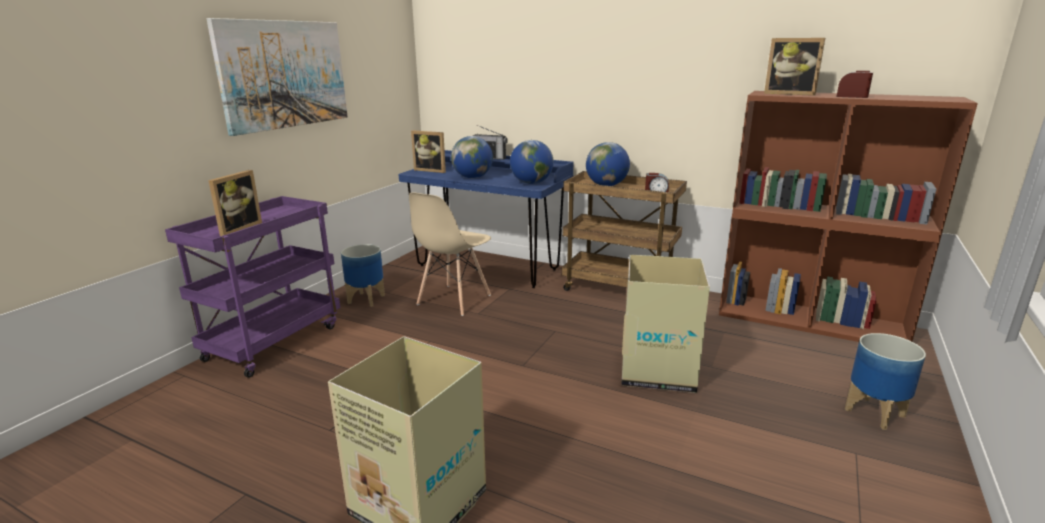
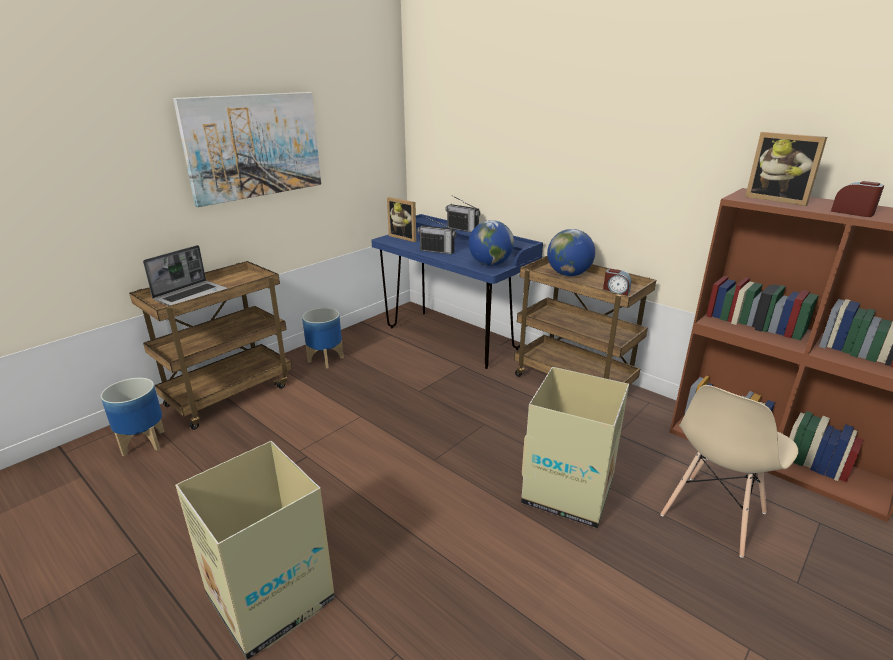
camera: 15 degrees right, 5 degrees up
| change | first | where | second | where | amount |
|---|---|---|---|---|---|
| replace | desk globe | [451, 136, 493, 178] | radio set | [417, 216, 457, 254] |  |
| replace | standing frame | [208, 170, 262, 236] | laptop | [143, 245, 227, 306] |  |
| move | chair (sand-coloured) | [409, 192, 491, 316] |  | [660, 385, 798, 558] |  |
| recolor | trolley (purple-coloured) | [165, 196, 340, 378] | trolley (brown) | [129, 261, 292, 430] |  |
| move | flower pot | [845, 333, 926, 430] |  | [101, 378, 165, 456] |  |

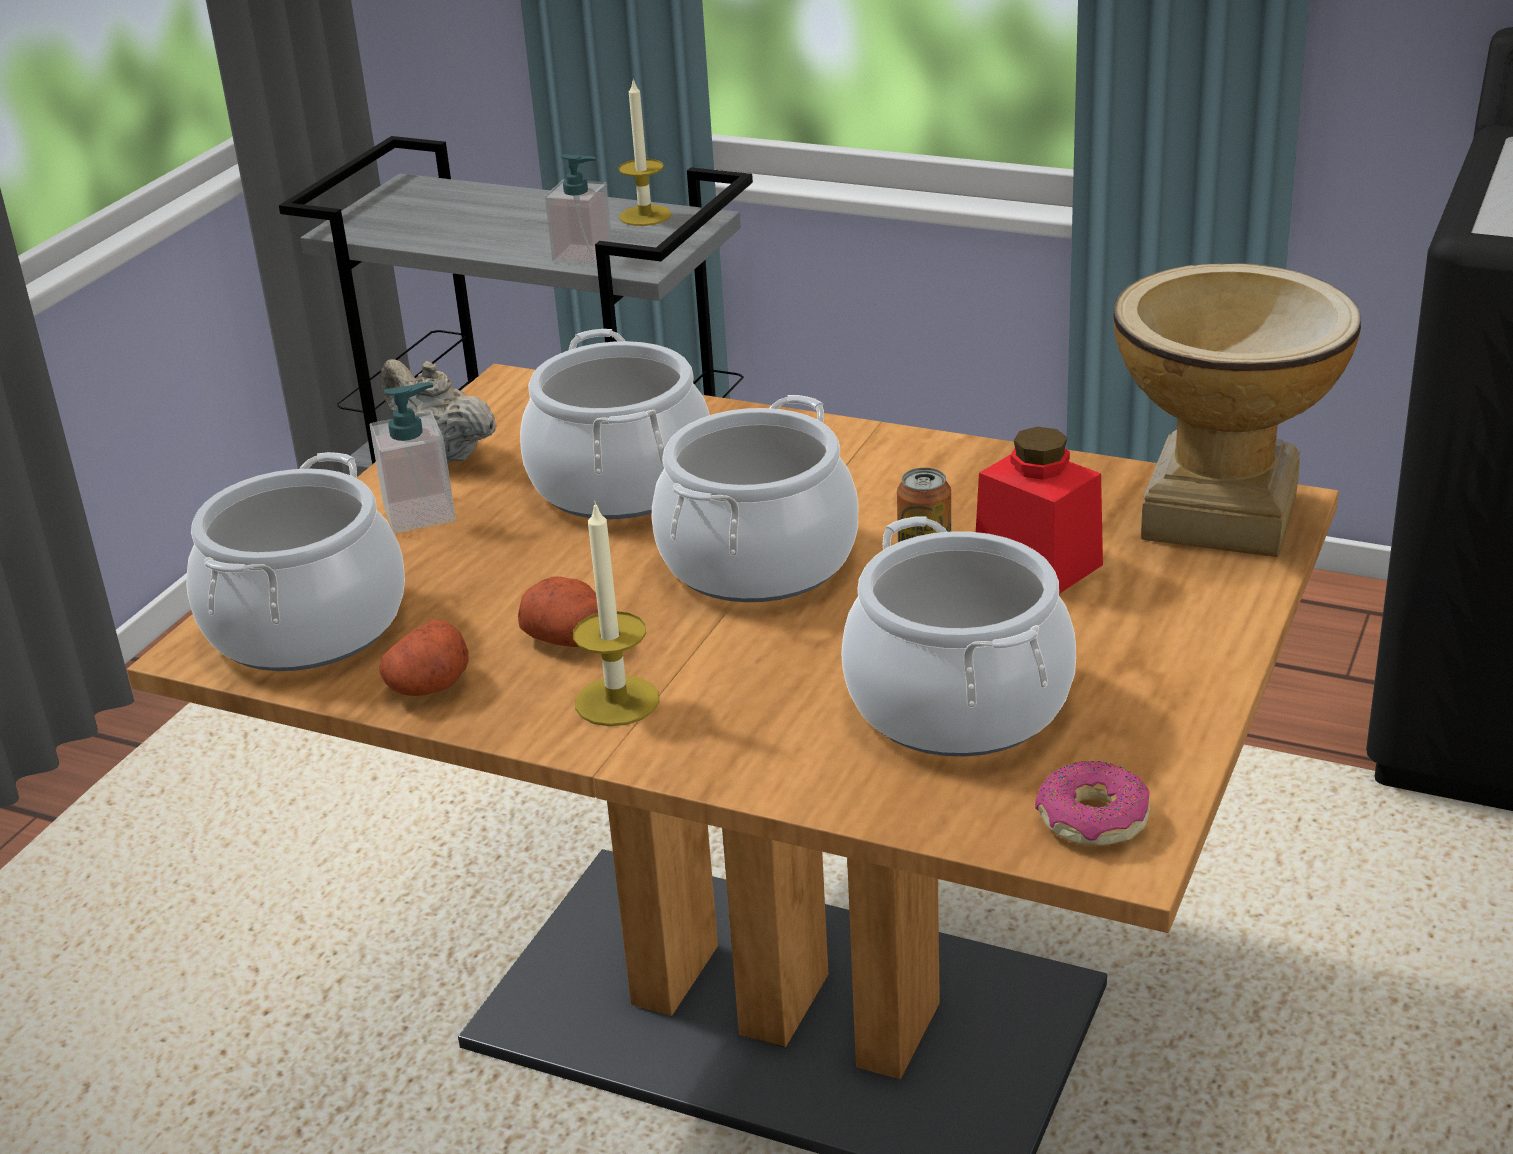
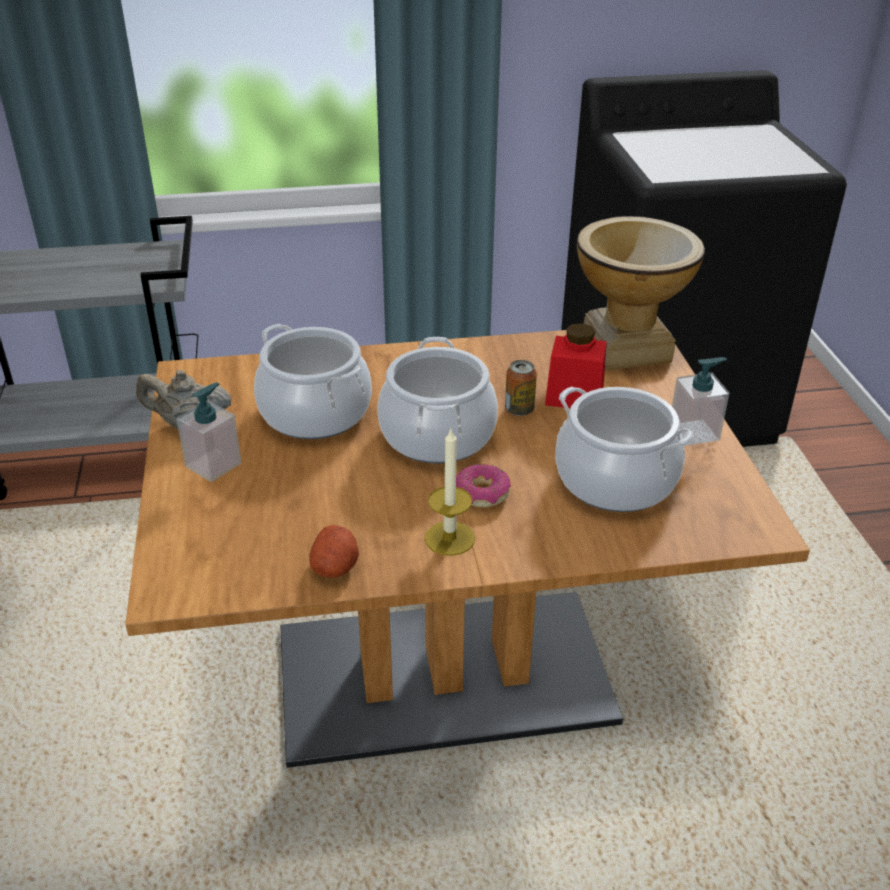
camera: 35 degrees left, 5 degrees up
| change | first | where | second | where | amount |
|---|---|---|---|---|---|
| delete | candle | [619, 79, 672, 226] |  |  |  |
| move | soap dispenser | [545, 154, 612, 266] |  | [672, 357, 729, 446] |  |
| delete | cooking pot | [186, 452, 405, 671] |  |  |  |
| delete | spud | [518, 576, 598, 647] |  |  |  |
| move | doughnut | [1035, 761, 1150, 846] |  | [456, 464, 511, 508] |  |

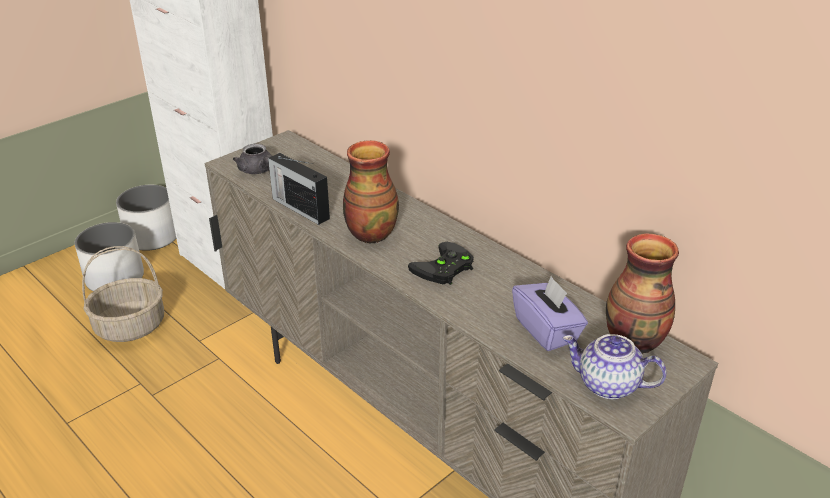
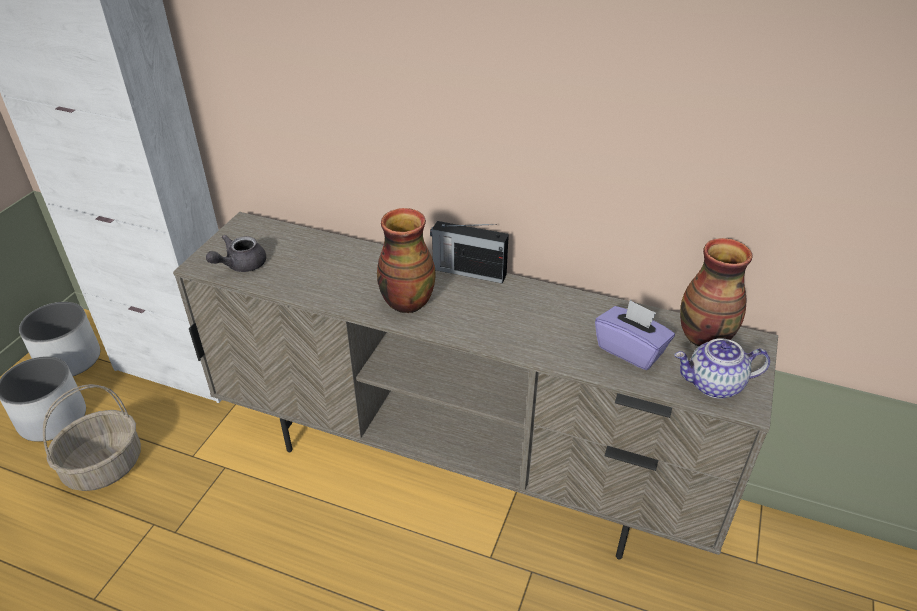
camera: 25 degrees left, 5 degrees up
| change | first | where | second | where | amount |
|---|---|---|---|---|---|
| rotate | pot for tea (gray) | [233, 144, 272, 174] |  | [206, 235, 266, 272] | 105 degrees clockwise |
| move | radio set | [268, 153, 330, 225] |  | [430, 221, 509, 284] |  |
| delete | gamepad (black) | [408, 242, 474, 285] |  |  |  |

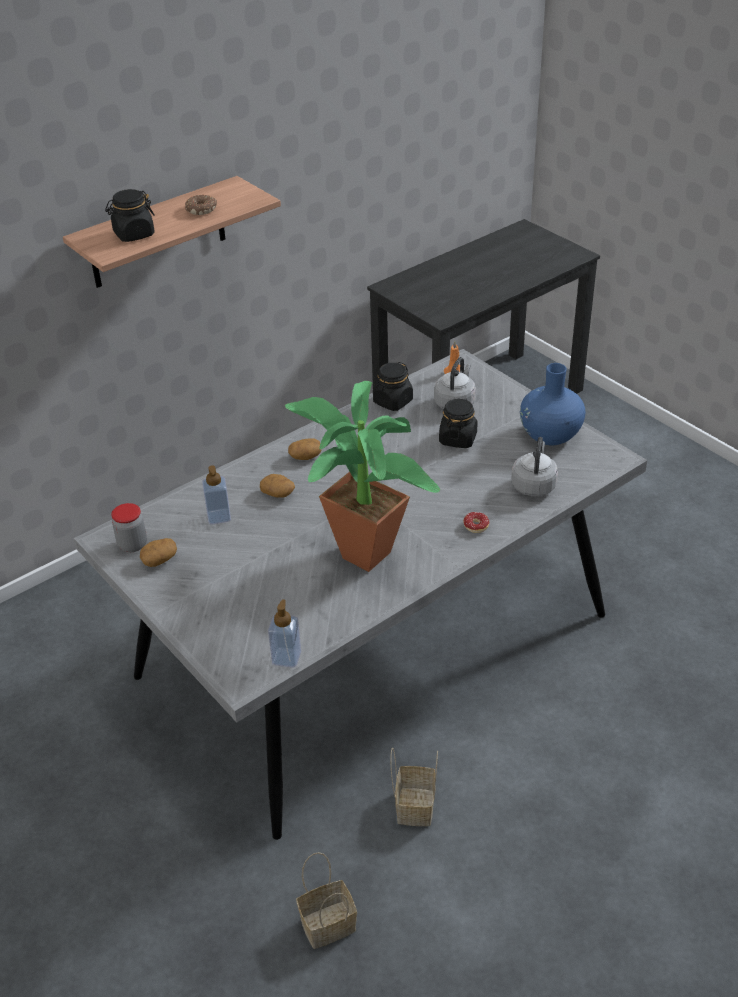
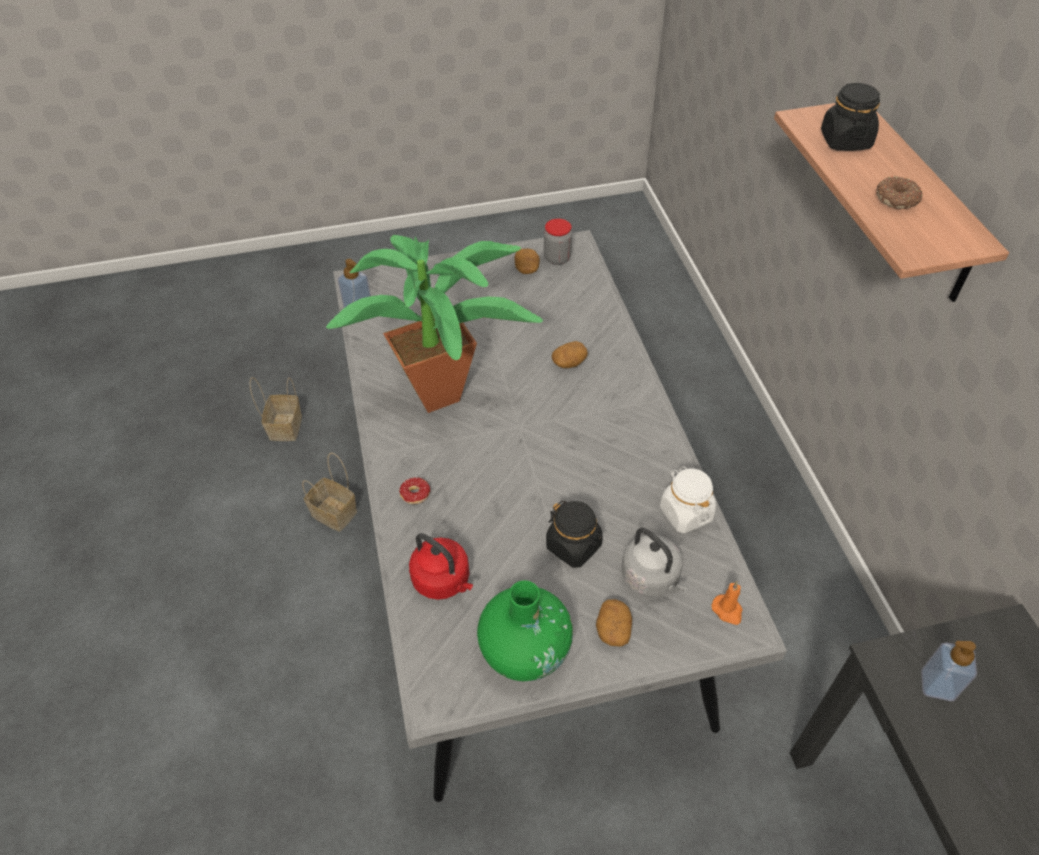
camera: 115 degrees right, 10 degrees up
| change | first | where | second | where | amount |
|---|---|---|---|---|---|
| recolor | storage jar (black) | [373, 362, 413, 411] | storage jar (white-coloured) | [660, 466, 716, 533] |  |
| recolor | flower vase (blue-coloured) | [520, 363, 585, 445] | flower vase (greenish) | [477, 580, 573, 682] |  |
| recolor | tea kettle (gray) | [512, 437, 558, 496] | tea kettle (red-coloured) | [409, 533, 473, 600] |  |
| move | spud | [288, 438, 322, 460] |  | [596, 599, 632, 647] |  |
| move | soap dispenser | [202, 465, 231, 524] |  | [921, 641, 977, 701] |  |

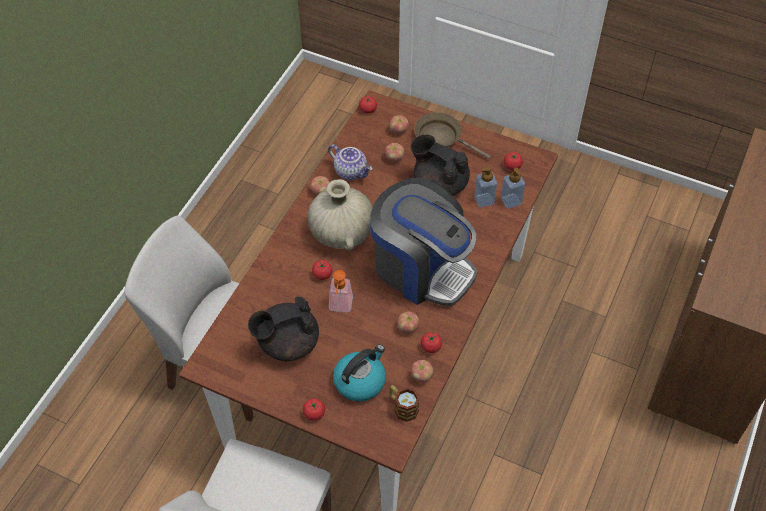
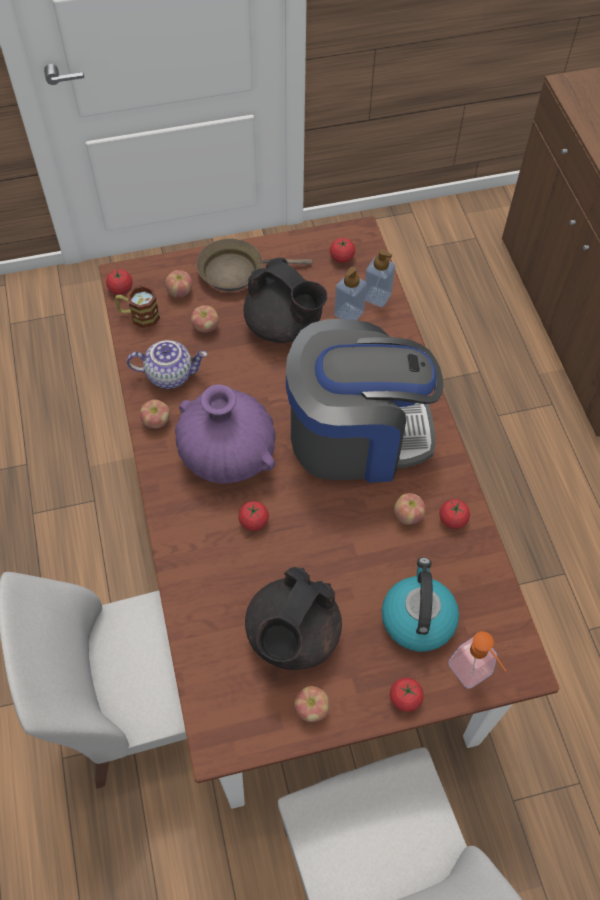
camera: 40 degrees left, 5 degrees up
| change | first | where | second | where | amount |
|---|---|---|---|---|---|
| rotate | pot for tea (black) | [411, 134, 470, 196] |  | [244, 258, 327, 343] | 135 degrees counterclockwise |
| recolor | flower vase (sand-coloured) | [307, 179, 373, 250] | flower vase (purple-coloured) | [175, 384, 276, 483] |  |
| move | soap dispenser | [329, 270, 353, 312] |  | [448, 631, 506, 688] |  |
| move | whole apple | [411, 360, 434, 383] |  | [294, 686, 329, 722] |  |
| move | coffee mug | [389, 385, 420, 422] |  | [115, 285, 160, 328] |  |

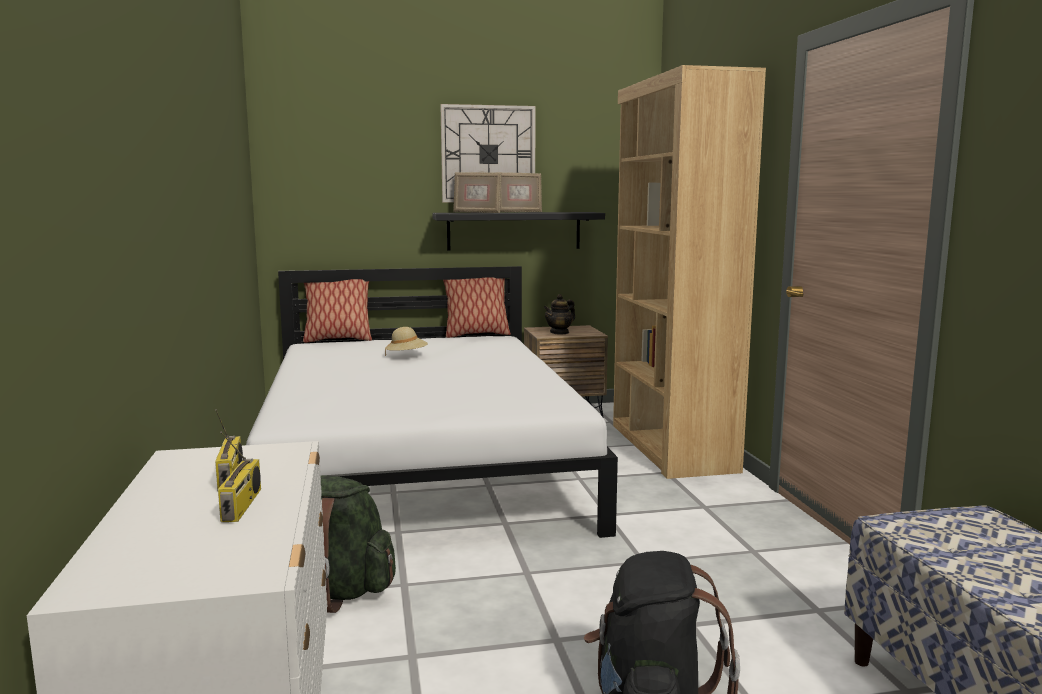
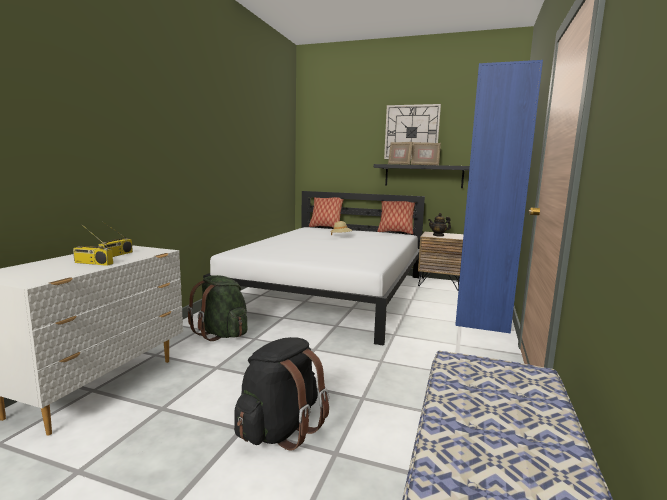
camera: 30 degrees right, 0 degrees up
| change | first | where | second | where | amount |
|---|---|---|---|---|---|
| recolor | shelving unit (brown) | [613, 65, 766, 479] | shelving unit (blue-coloured) | [455, 60, 543, 334] |  |
| rotate | radio set | [218, 432, 261, 522] |  | [73, 224, 113, 266] | 75 degrees clockwise |

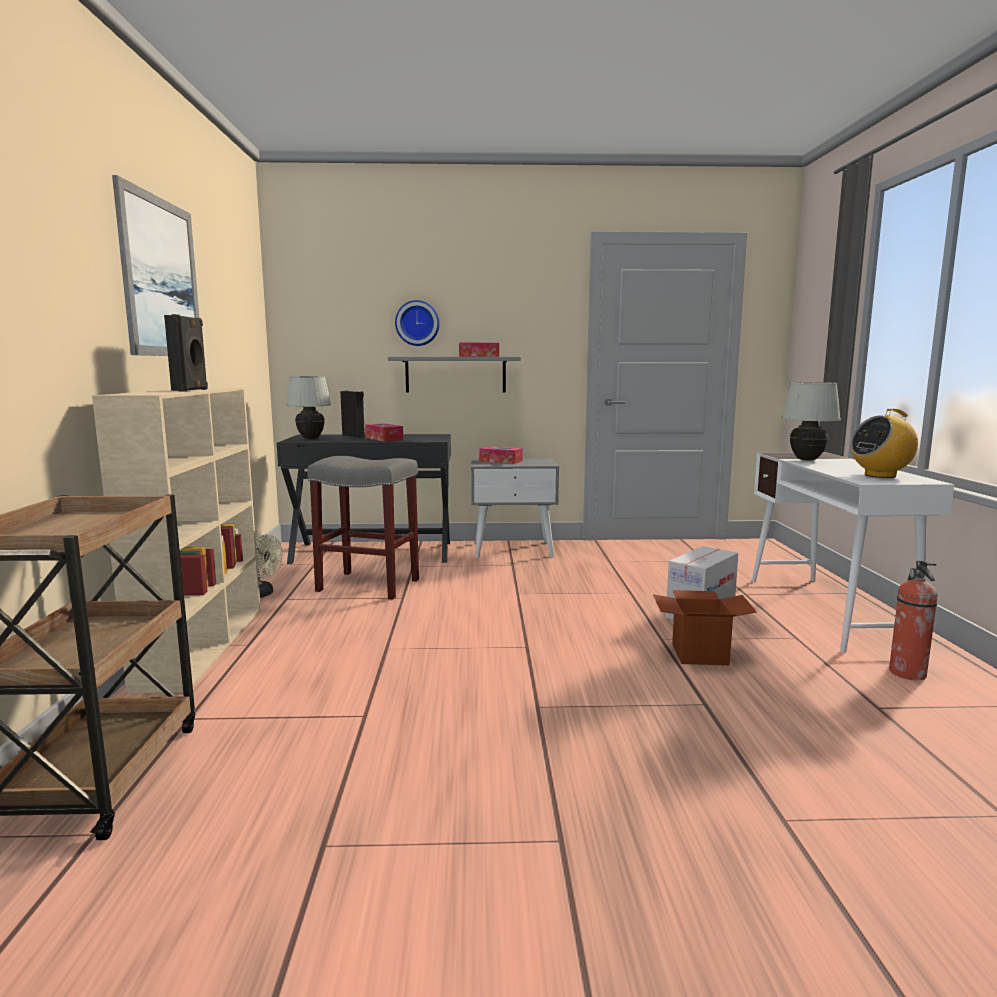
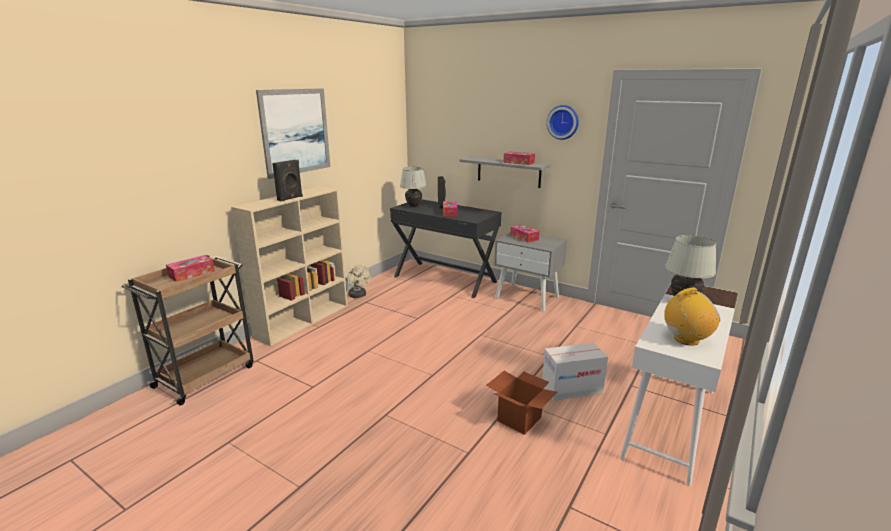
camera: 35 degrees right, 10 degrees up
| change | first | where | second | where | amount |
|---|---|---|---|---|---|
| move | hanging clock | [395, 300, 440, 346] |  | [547, 105, 579, 140] |  |
| rotate | radio set | [850, 409, 918, 478] |  | [664, 287, 720, 345] | 150 degrees clockwise |
| delete | sitting stool (gray) | [307, 456, 419, 600] |  |  |  |
| delete | fire-fighting cylinder | [889, 561, 938, 680] |  |  |  |
| insert |  |  | tissue box | [166, 255, 215, 282] |  |

